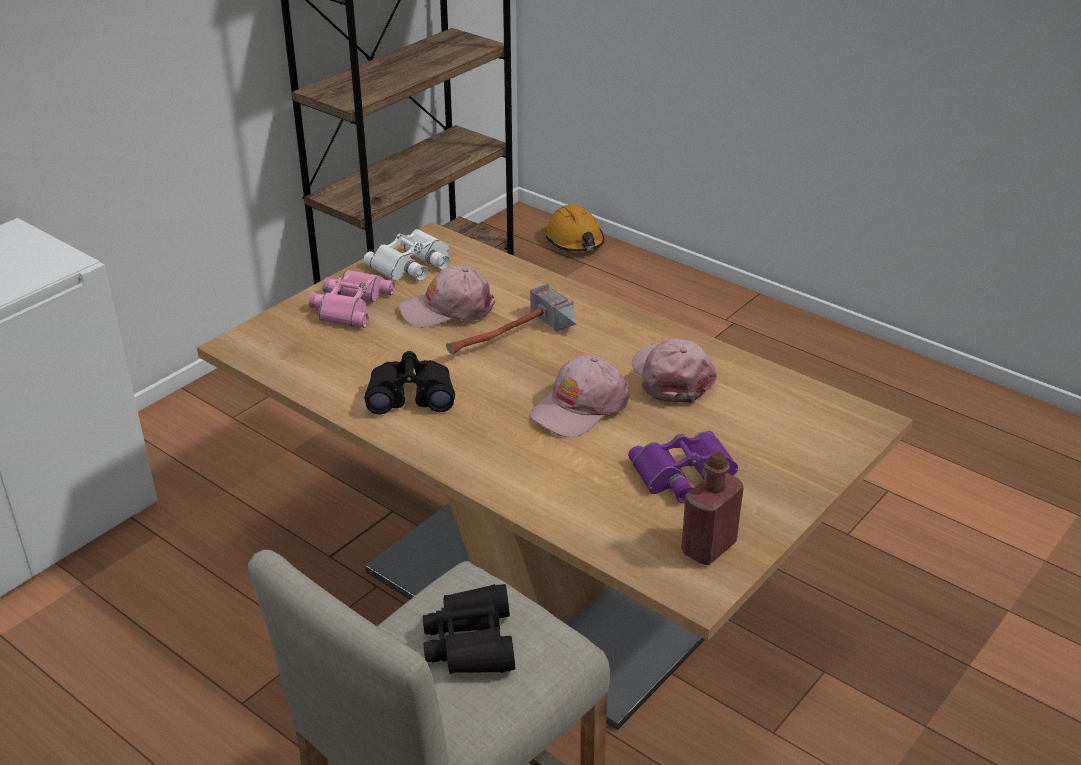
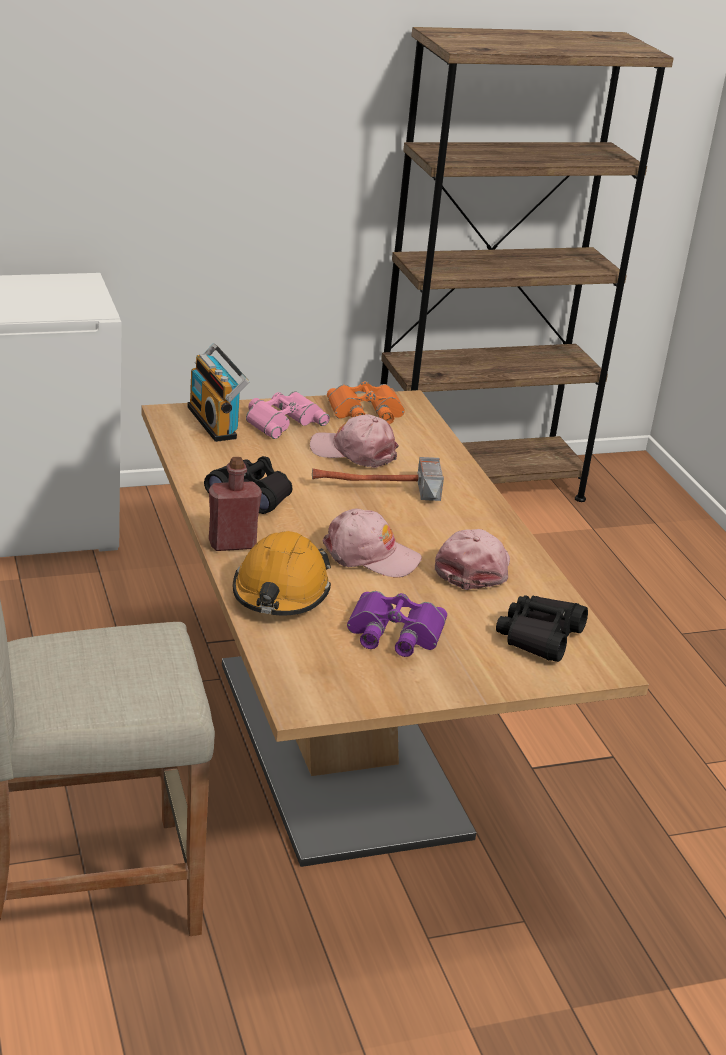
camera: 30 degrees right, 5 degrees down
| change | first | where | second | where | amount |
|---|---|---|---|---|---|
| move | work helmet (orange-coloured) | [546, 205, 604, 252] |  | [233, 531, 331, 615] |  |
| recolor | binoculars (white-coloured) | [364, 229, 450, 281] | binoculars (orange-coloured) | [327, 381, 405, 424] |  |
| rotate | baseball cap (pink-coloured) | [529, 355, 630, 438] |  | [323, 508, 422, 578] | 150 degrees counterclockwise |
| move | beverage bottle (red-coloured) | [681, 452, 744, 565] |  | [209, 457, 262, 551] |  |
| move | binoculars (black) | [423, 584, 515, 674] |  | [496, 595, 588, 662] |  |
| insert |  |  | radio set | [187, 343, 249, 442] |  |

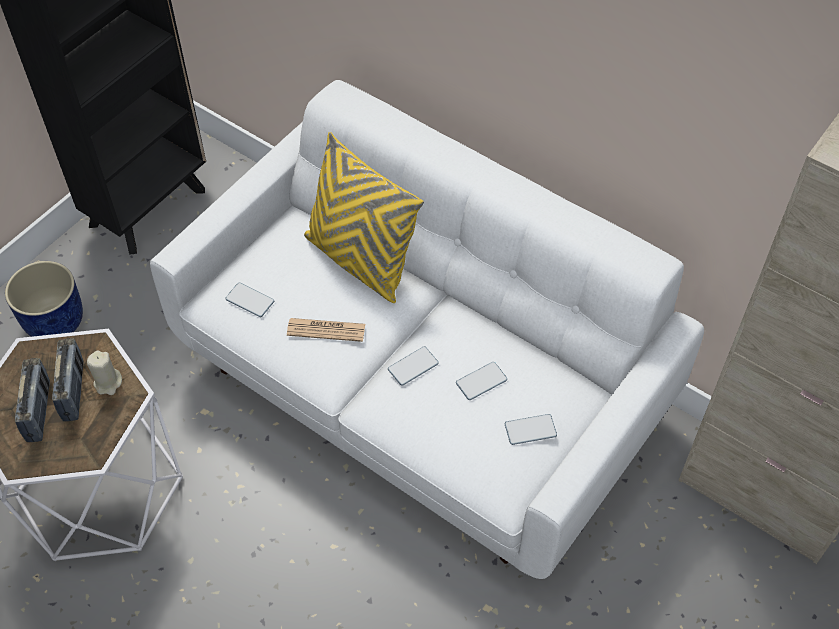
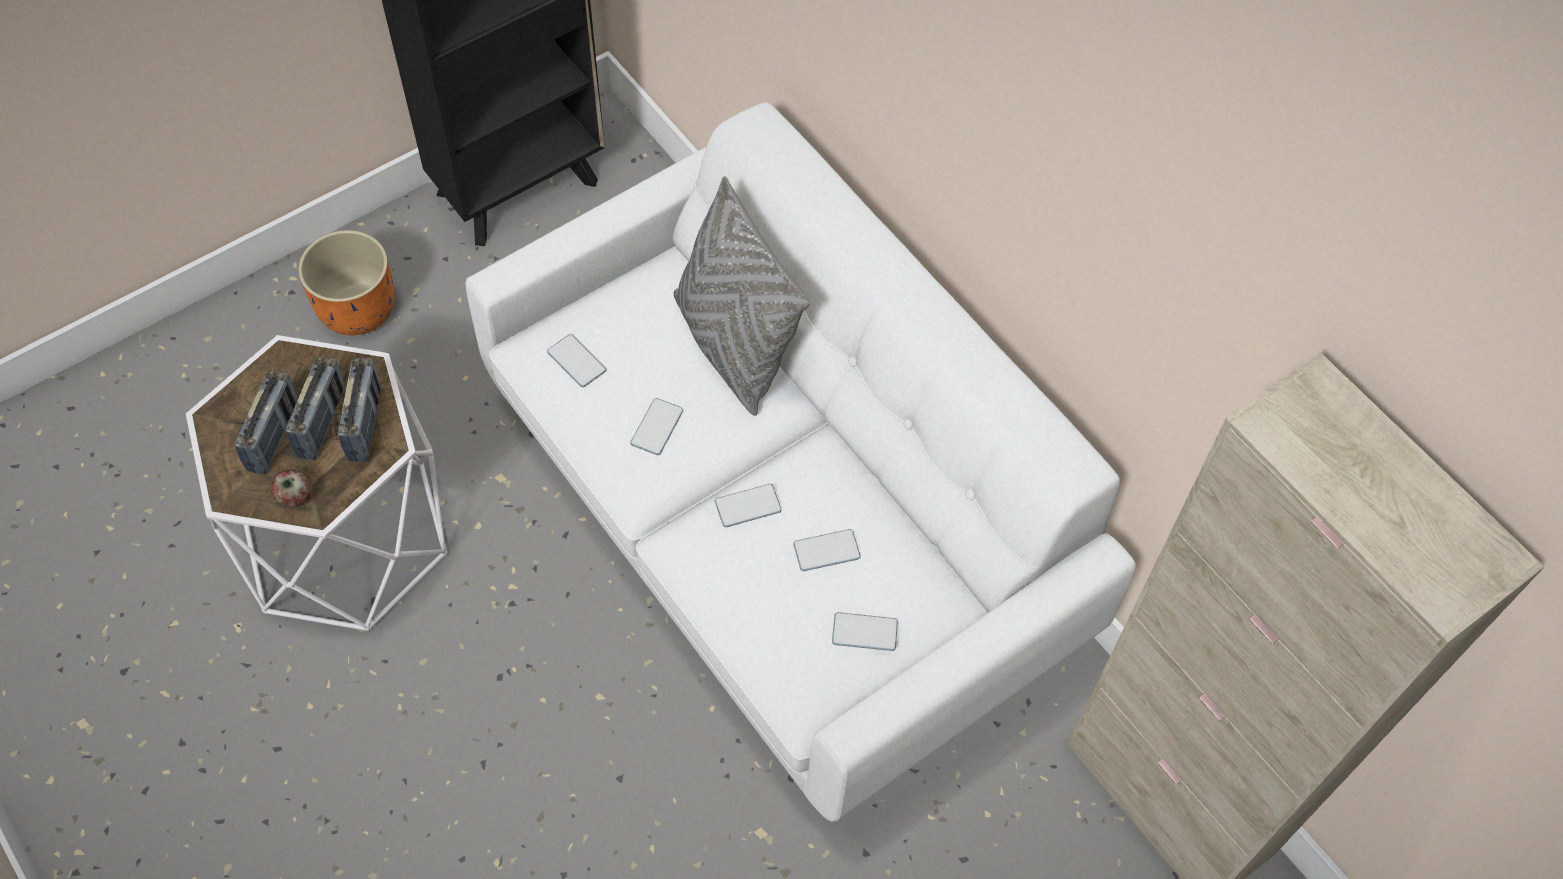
camera: 15 degrees right, 5 degrees up
| change | first | where | second | where | amount |
|---|---|---|---|---|---|
| recolor | cushion (yellow-coloured) | [304, 132, 424, 303] | cushion (gray) | [674, 176, 810, 416] |  |
| recolor | flower pot (blue-coloured) | [5, 261, 83, 337] | flower pot (orange-coloured) | [298, 230, 394, 335] |  |
| replace | printed paper | [287, 318, 365, 342] | handset | [630, 398, 683, 455] |  |
| replace | candle (sand-coloured) | [87, 351, 122, 395] | radio set | [338, 357, 381, 461] |  |
| insert |  |  | whole apple | [272, 470, 311, 507] |  |

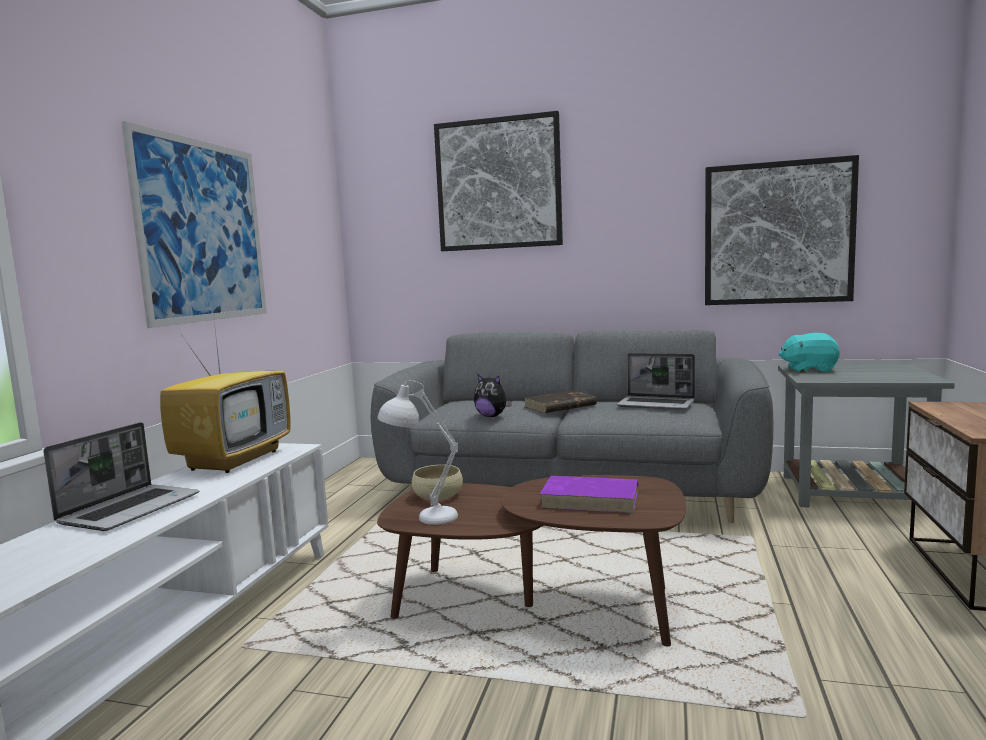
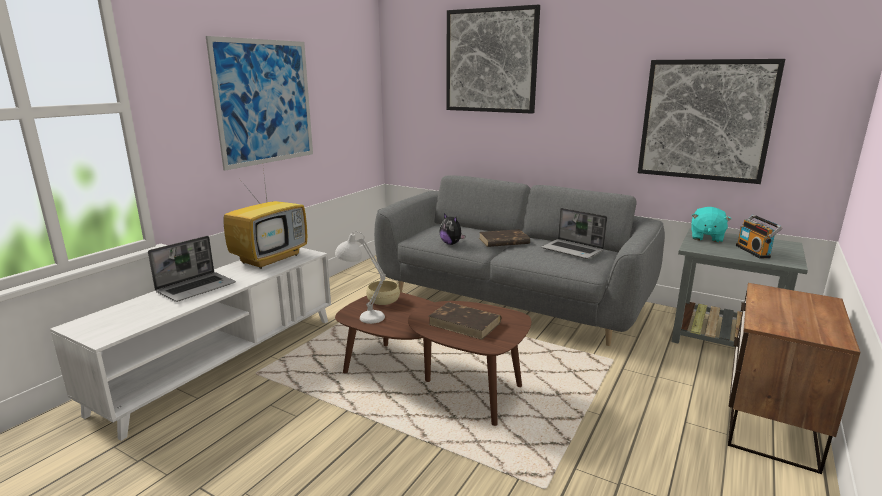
camera: 15 degrees right, 10 degrees up
| change | first | where | second | where | amount |
|---|---|---|---|---|---|
| rotate | soft toy (blue-green) | [778, 333, 840, 373] |  | [691, 207, 731, 243] | 90 degrees counterclockwise |
| recolor | bound book (purple-coloured) | [540, 476, 638, 513] | bound book (brown) | [428, 302, 501, 340] |  |
| insert |  |  | radio set | [736, 215, 782, 258] |  |

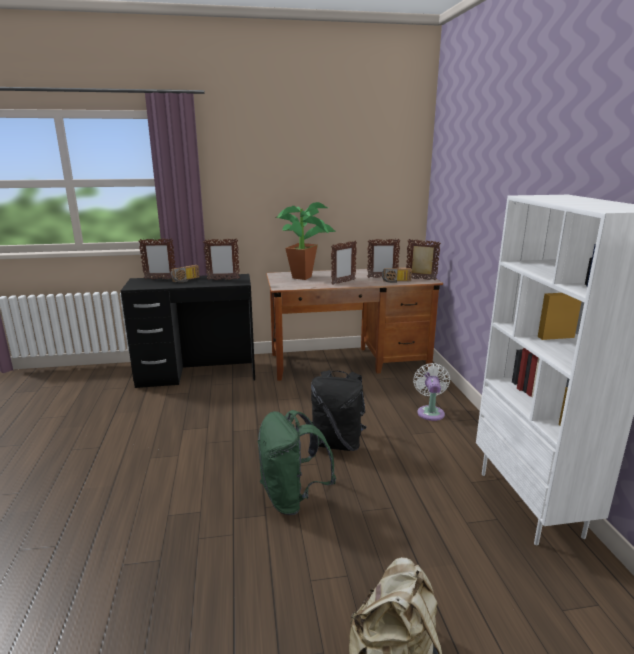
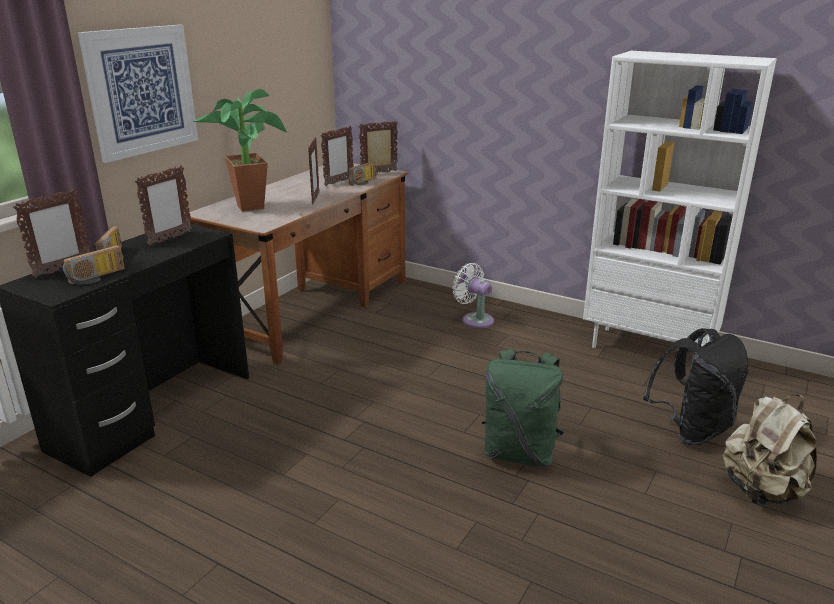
camera: 50 degrees left, 5 degrees up
| change | first | where | second | where | amount |
|---|---|---|---|---|---|
| move | backpack (black) | [311, 370, 367, 451] |  | [643, 328, 748, 446] |  |
| insert |  |  | wall picture | [78, 25, 198, 163] |  |
| insert |  |  | radio set | [63, 245, 125, 285] |  |

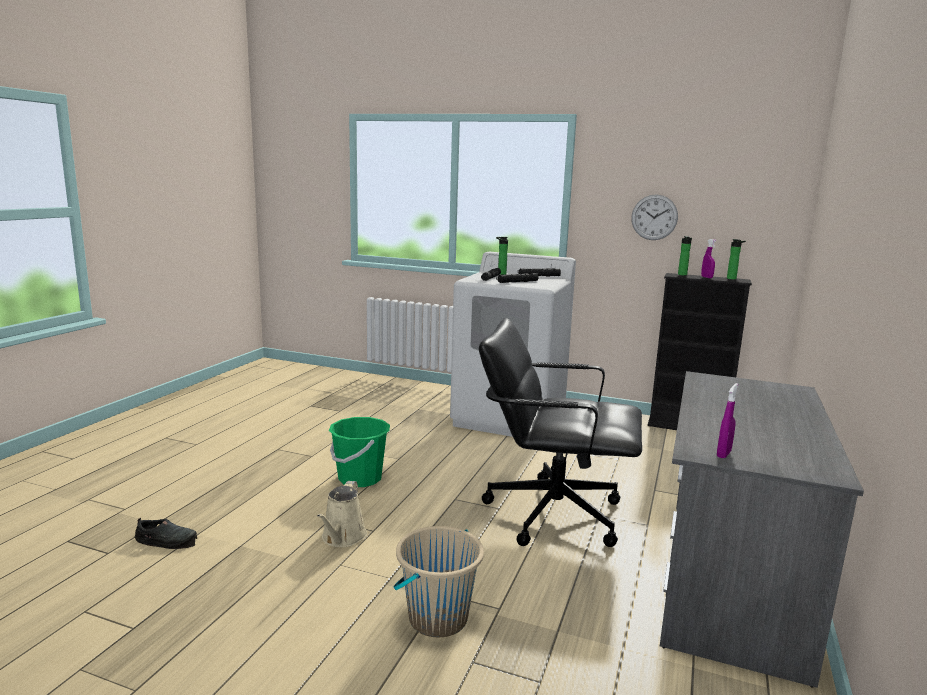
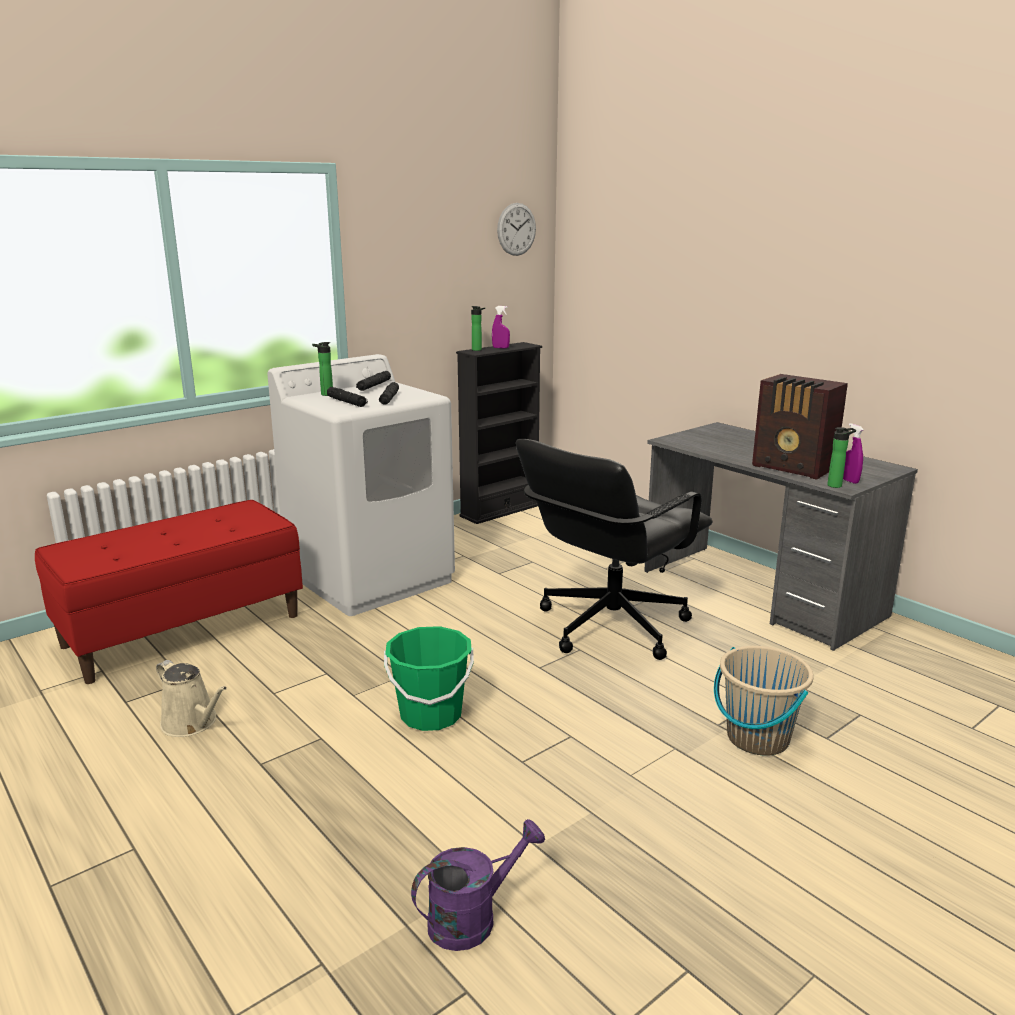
camera: 60 degrees left, 5 degrees up
| change | first | where | second | where | amount |
|---|---|---|---|---|---|
| move | hanging clock | [631, 194, 678, 240] |  | [497, 203, 536, 256] |  |
| move | beverage bottle | [727, 239, 746, 280] |  | [827, 427, 856, 488] |  |
| move | sprinkling can (sand-coloured) | [317, 481, 367, 547] |  | [156, 660, 227, 737] |  |
| replace | item of footwear (black) | [135, 518, 197, 549] | sprinkling can (purple-coloured) | [411, 819, 545, 951] |  |
| insert |  |  | radio set | [752, 374, 848, 480] |  |
| insert |  |  | indoor bench (red-coloured) | [35, 500, 303, 684] |  |

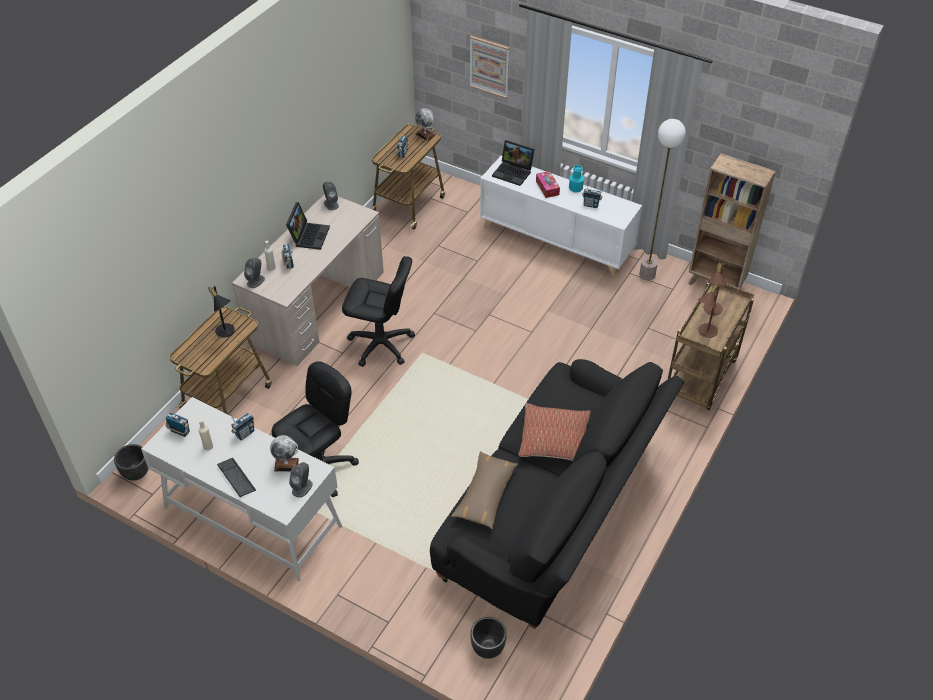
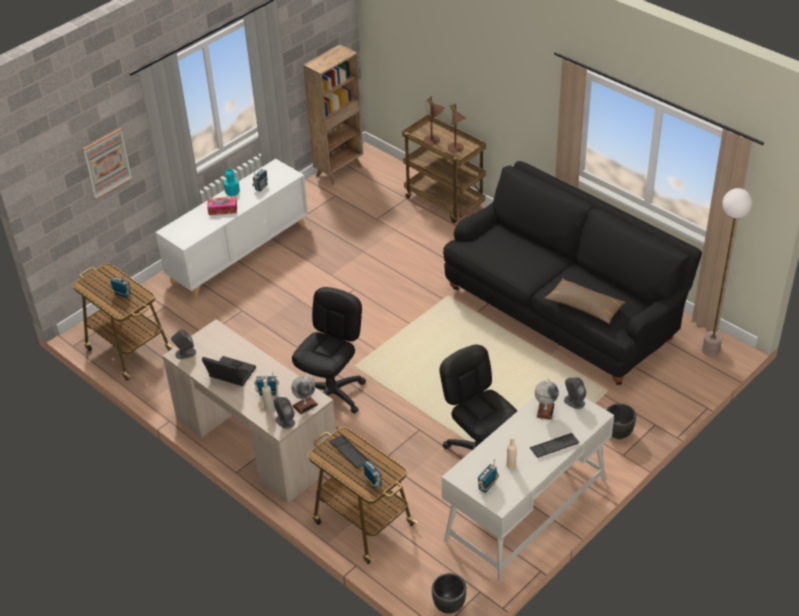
camera: 75 degrees left, 5 degrees down
| change | first | where | second | where | amount |
|---|---|---|---|---|---|
| move | desk globe | [415, 108, 435, 141] |  | [291, 375, 318, 415] |  |
| move | floor lamp | [639, 119, 686, 280] |  | [702, 188, 752, 357] |  |
| delete | laptop | [492, 140, 534, 186] |  |  |  |
| replace | tabletop lamp (black) | [208, 286, 235, 338] | keyboard | [329, 435, 369, 469] |  |
| delete | cushion | [518, 403, 591, 461] |  |  |  |
| move | radio set | [231, 413, 254, 441] |  | [362, 461, 382, 489] |  |
| move | flower pot (black) | [470, 617, 507, 659] |  | [606, 403, 636, 439] |  |

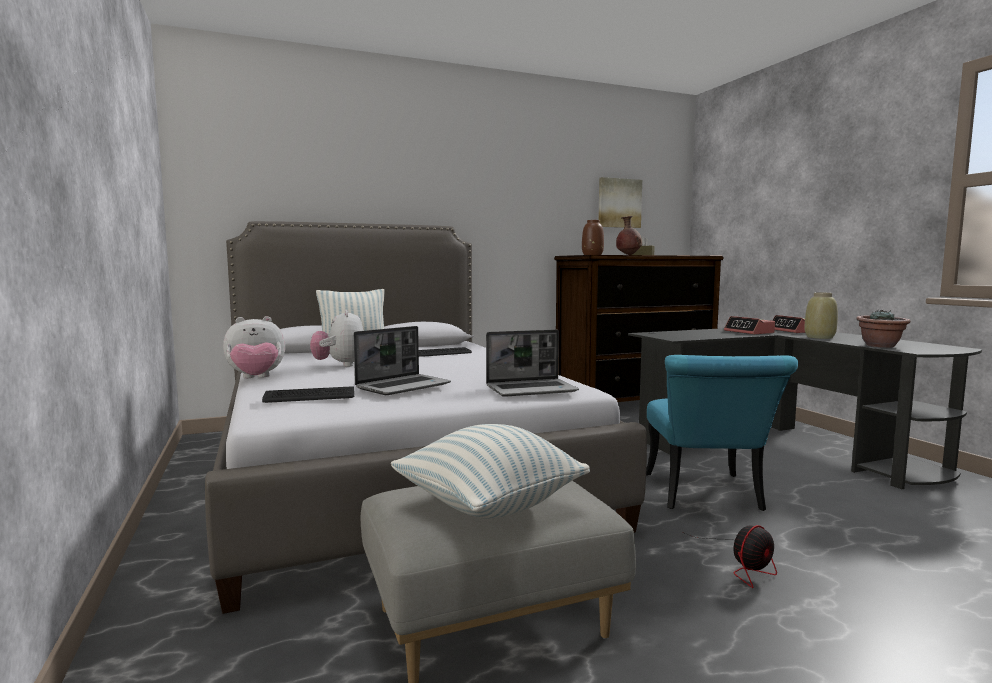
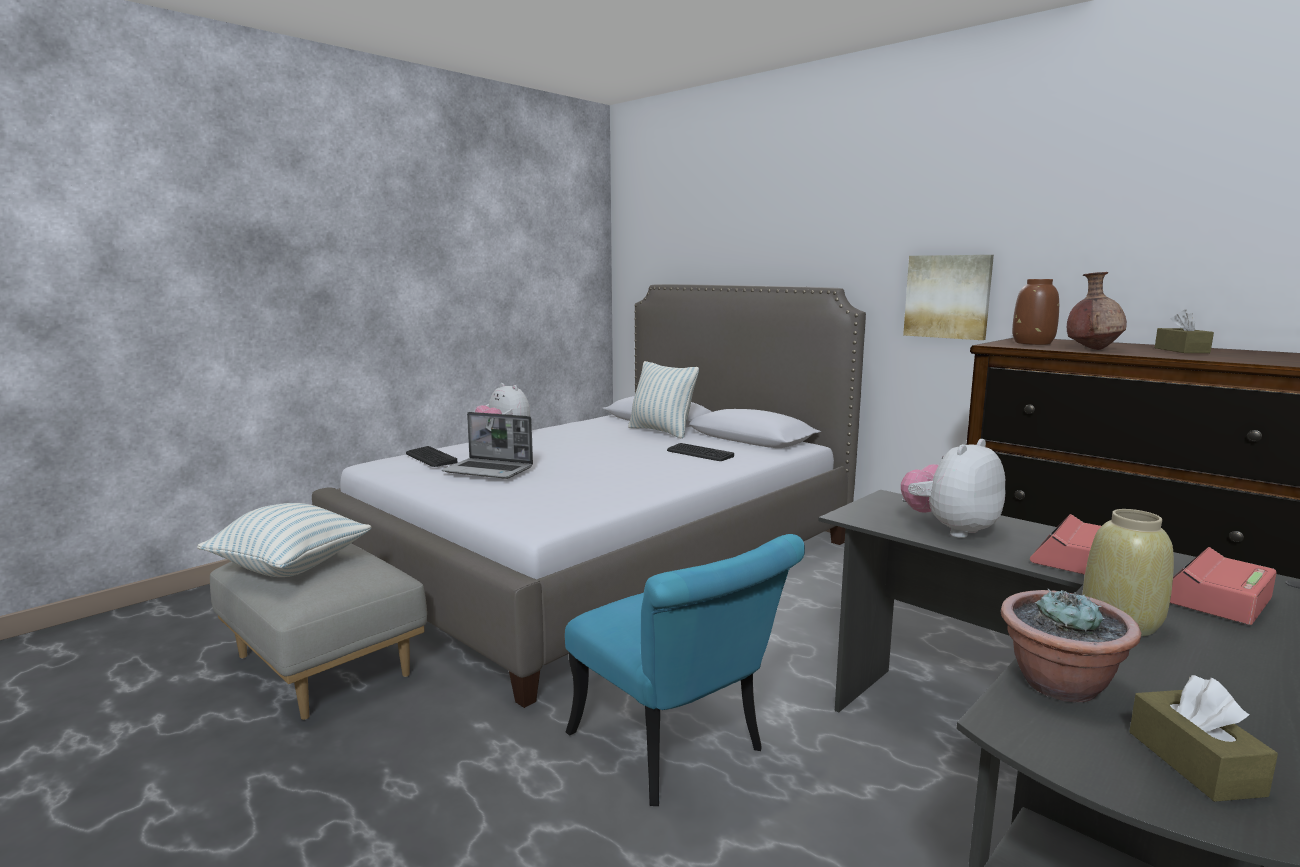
camera: 65 degrees right, 5 degrees up
| change | first | where | second | where | amount |
|---|---|---|---|---|---|
| move | wall picture | [598, 177, 642, 228] |  | [903, 255, 994, 340] |  |
| move | soft toy | [310, 310, 364, 367] |  | [901, 439, 1006, 538] |  |
| delete | laptop | [486, 330, 579, 397] |  |  |  |
| rotate | chair (blue-green) | [646, 355, 798, 511] |  | [565, 534, 805, 806] | 105 degrees counterclockwise |
| delete | fan | [683, 525, 777, 588] |  |  |  |
| insert |  |  | tissue box (brown) | [1130, 675, 1278, 802] |  |

